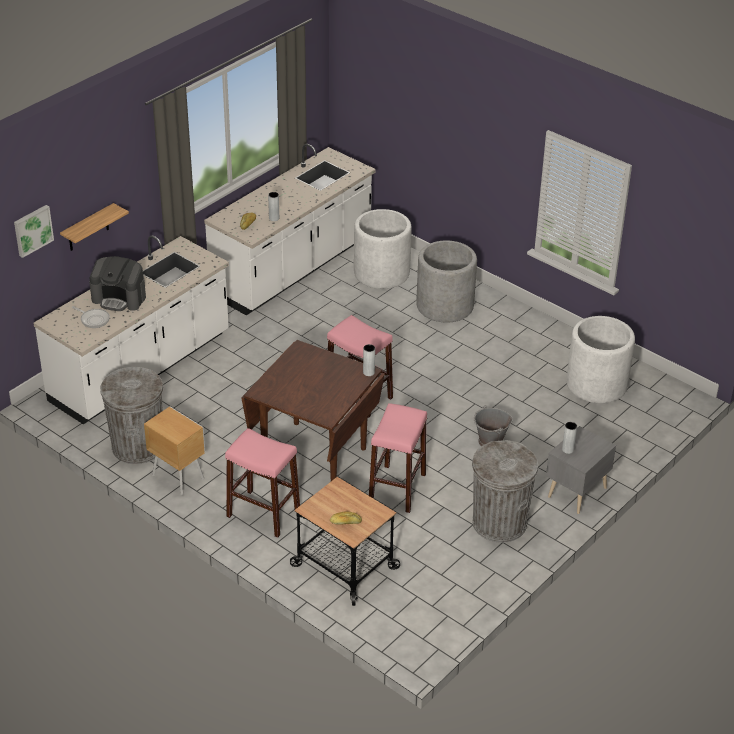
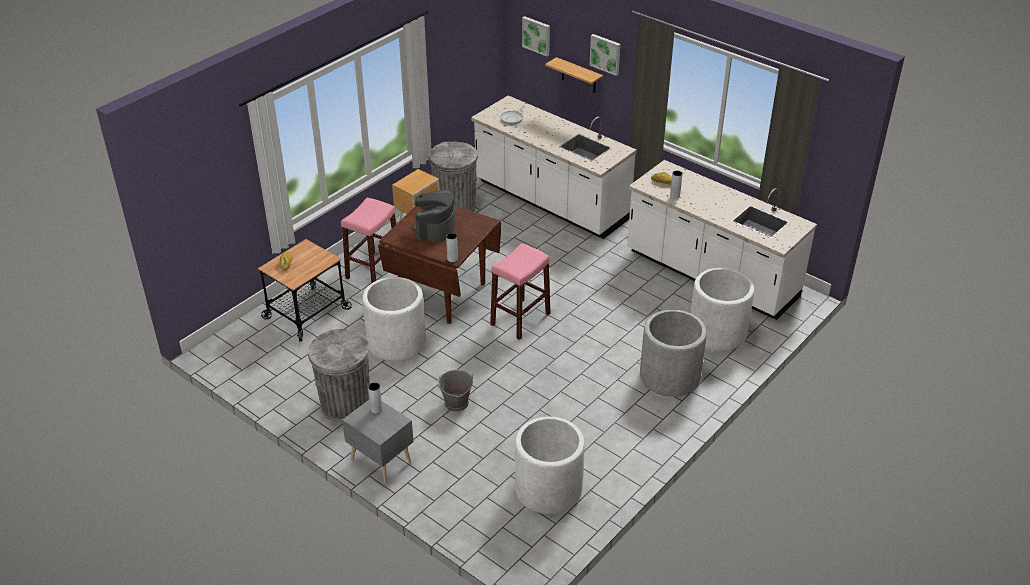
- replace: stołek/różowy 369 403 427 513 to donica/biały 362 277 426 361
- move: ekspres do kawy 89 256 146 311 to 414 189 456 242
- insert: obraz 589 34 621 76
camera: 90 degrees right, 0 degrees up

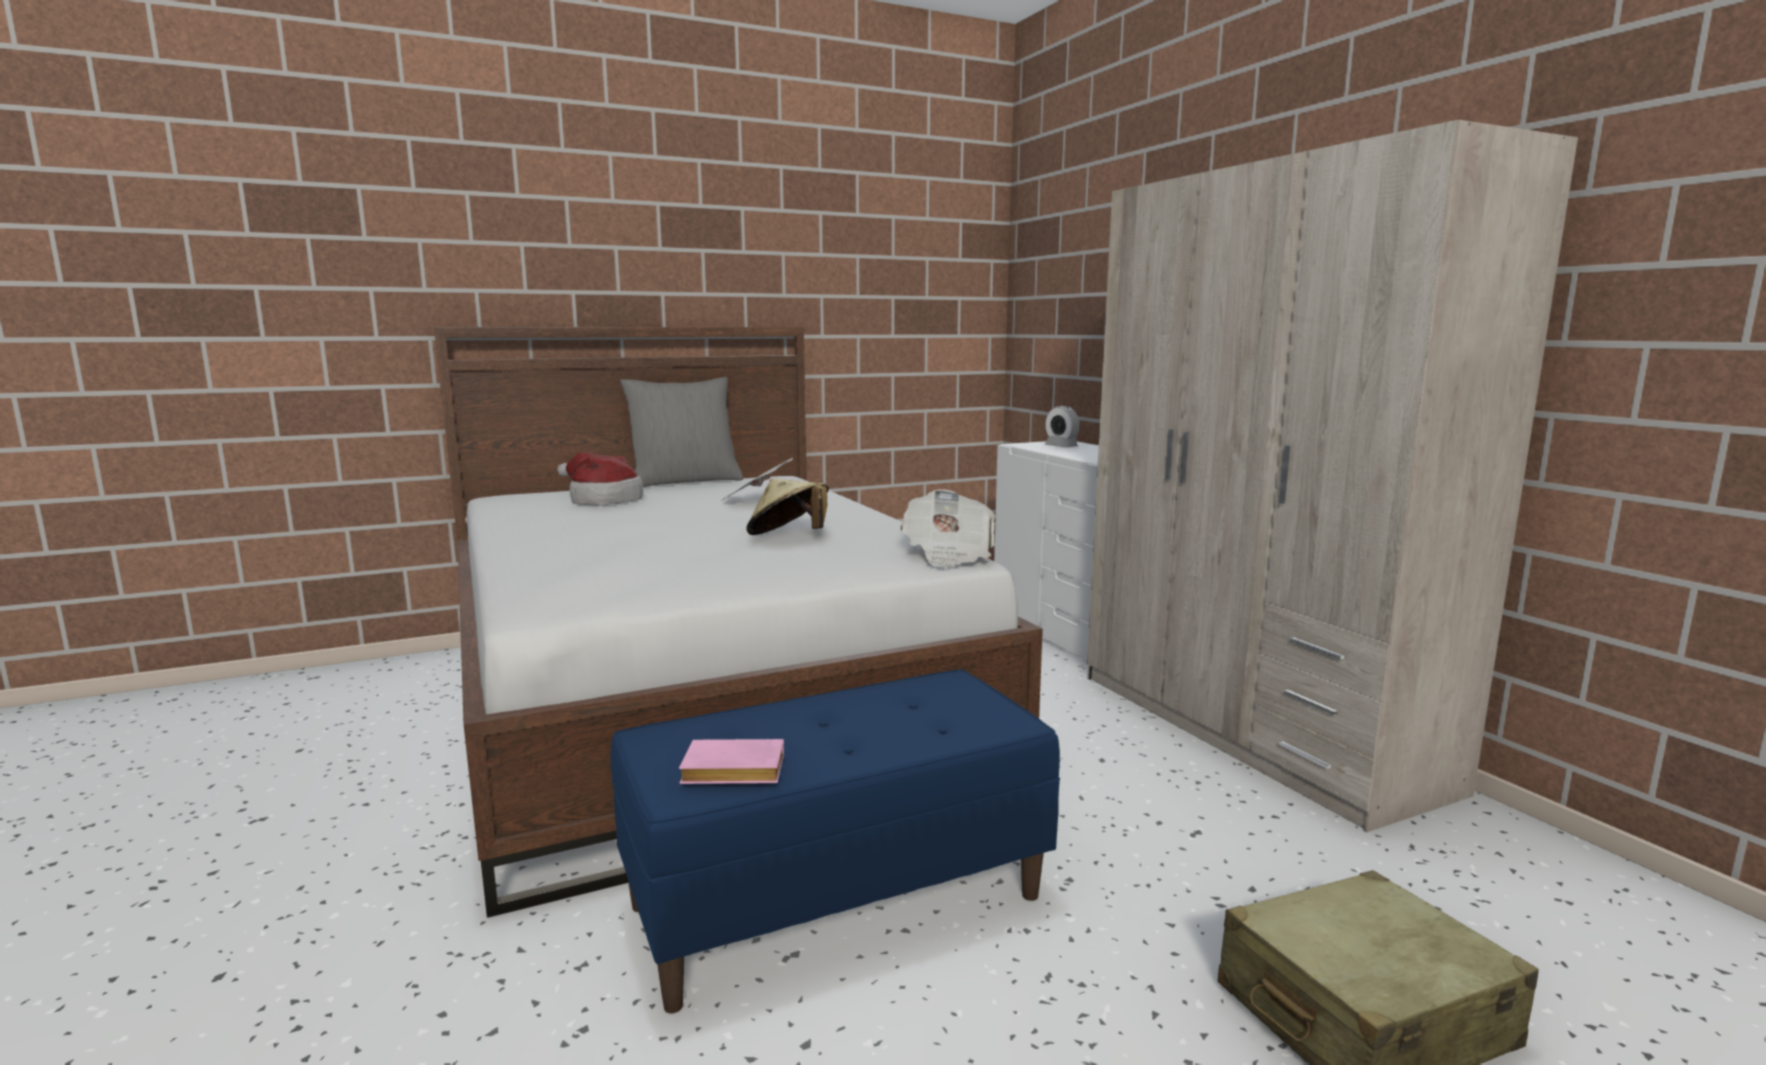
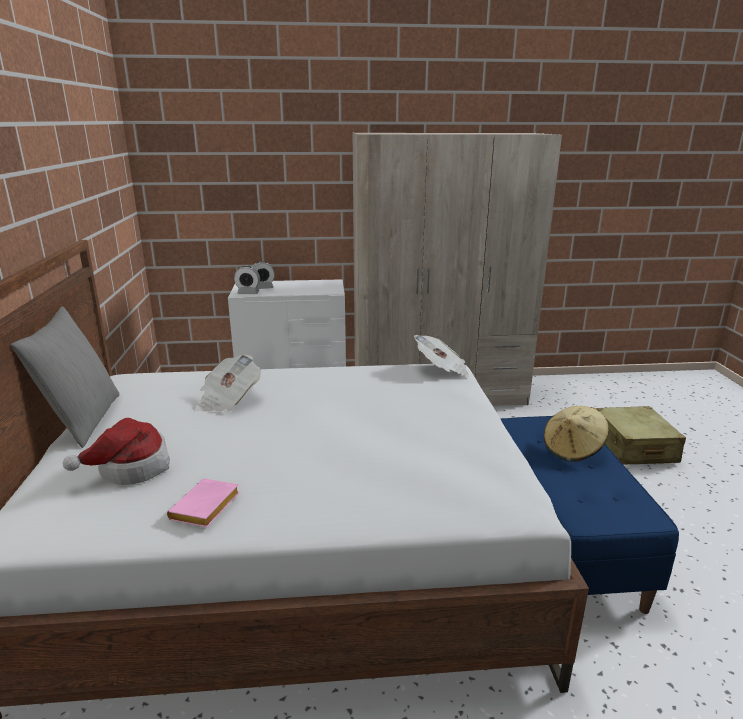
- move: książka/różowy 679 739 784 784 to 167 478 240 527
- insert: budzik 234 266 260 294
- move: kapelusz/beżowy 746 479 829 535 to 544 406 609 462
camera: 70 degrees left, 10 degrees up

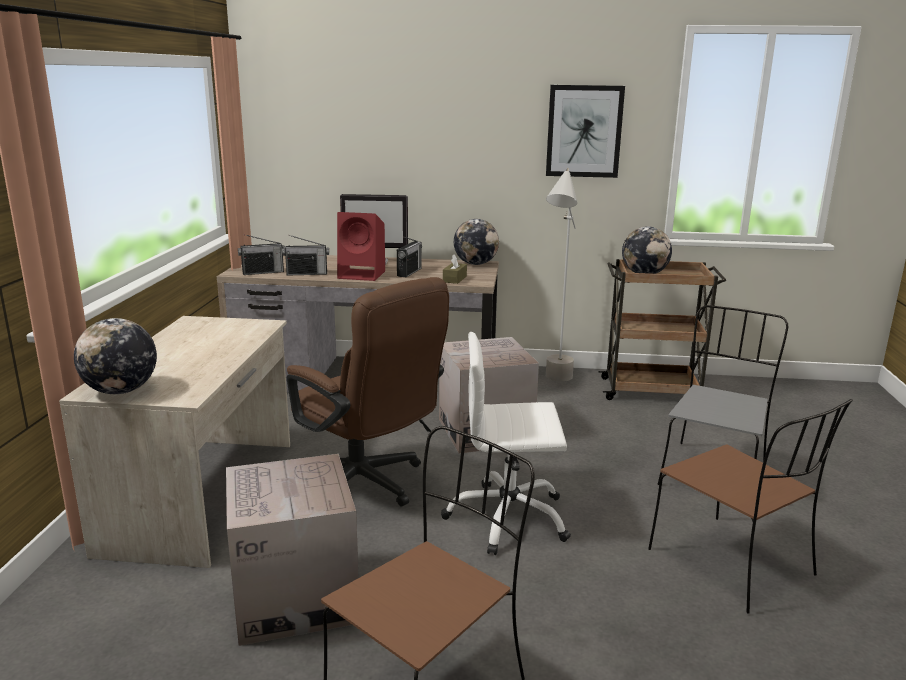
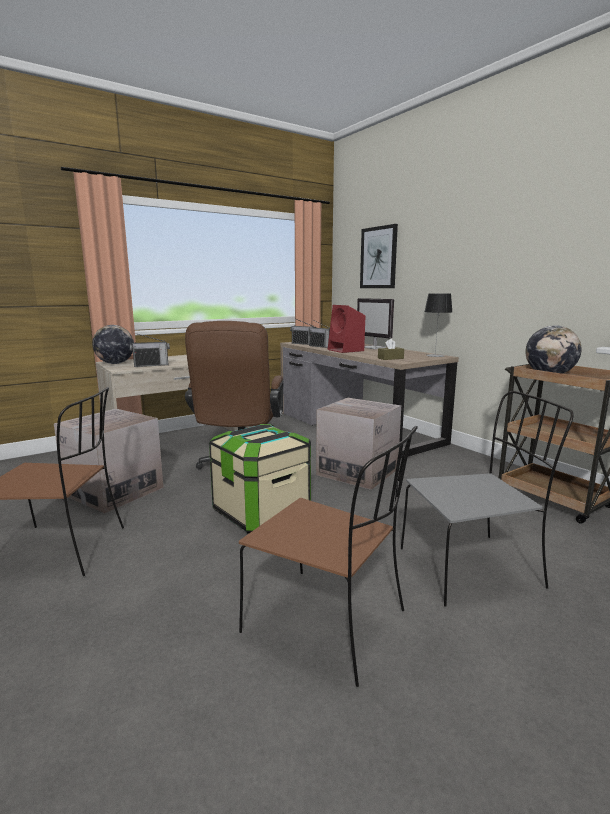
- move: radio 397 237 422 278 to 130 333 170 367
- replace: krzesło biurowe/biały 441 332 571 555 to pojemnik do przechowywania 209 424 311 534
- rotate: krzesło/brązowy 648 399 853 613 = 239 426 418 687 75 degrees counterclockwise
- move: obraz 546 85 625 178 to 360 224 398 288
- replace: globus 454 219 499 265 to lampa stołowa 425 293 452 357
- delete: lampa stojąca/szary 546 168 577 382
camera: 50 degrees right, 5 degrees down

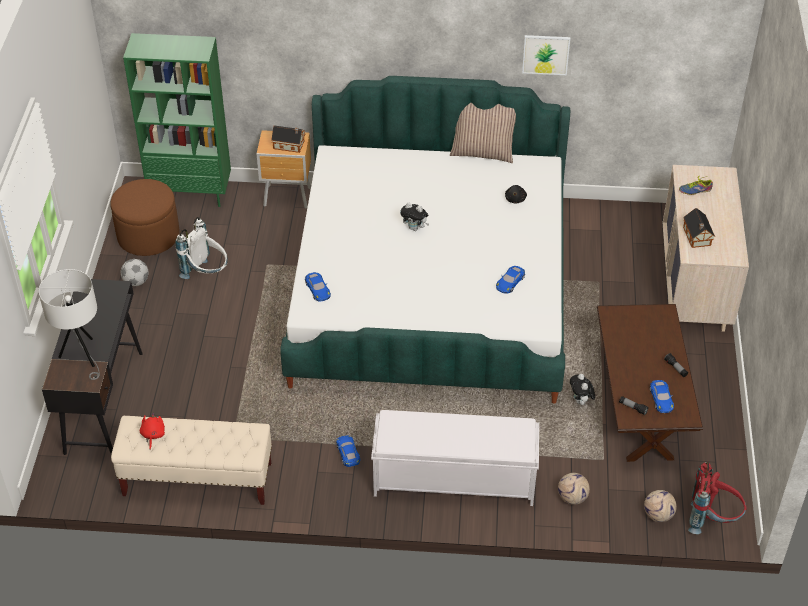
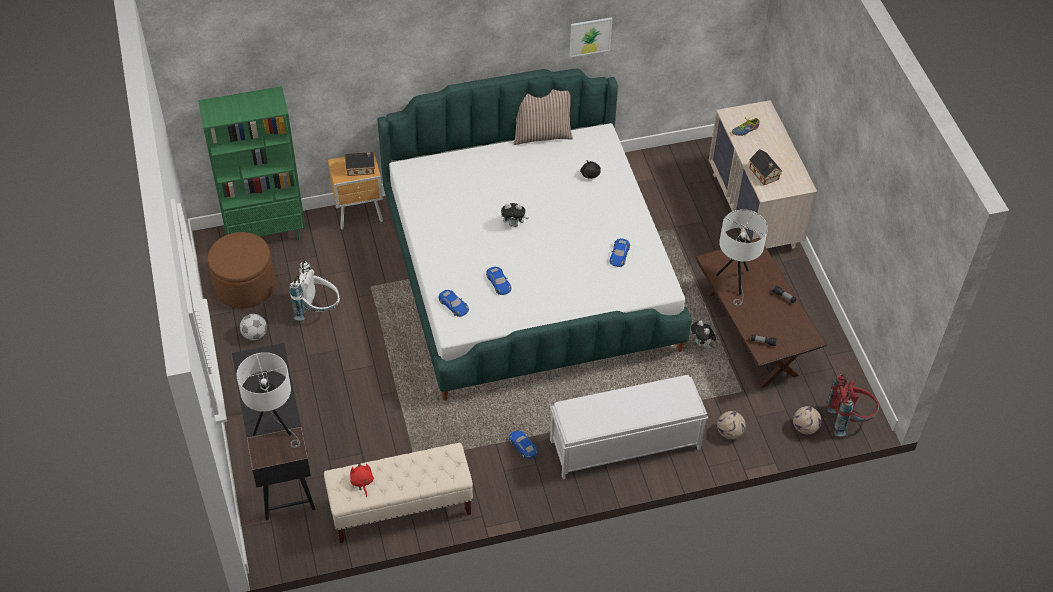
- move: samochodzik/niebieski 650 380 674 413 to 486 266 511 295
- insert: lampa stołowa/biały 716 209 768 306
camera: 20 degrees left, 5 degrees up

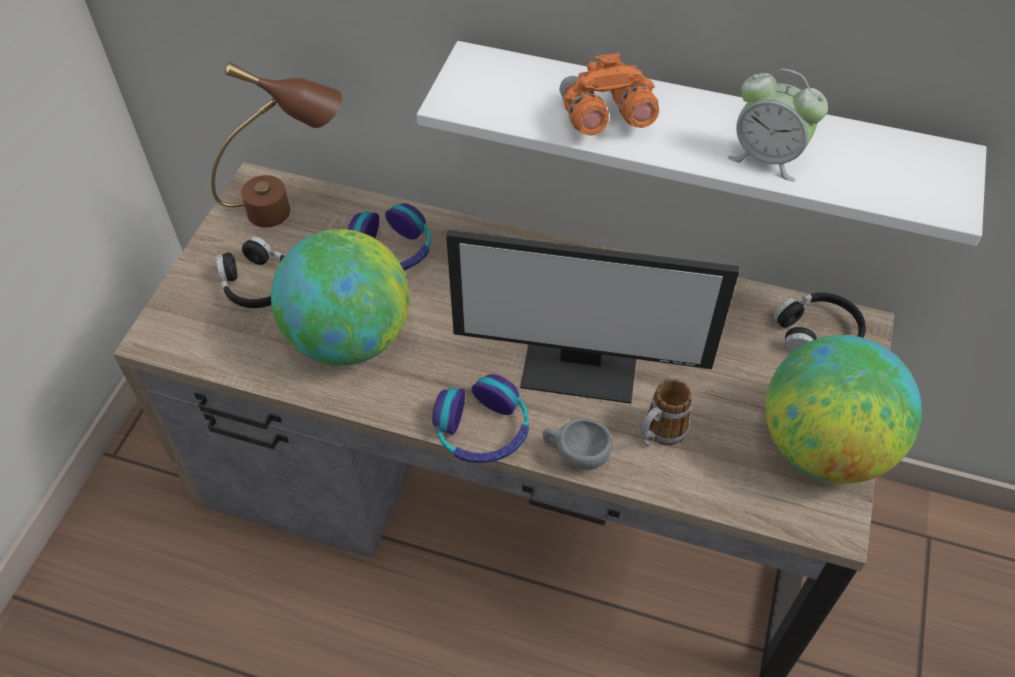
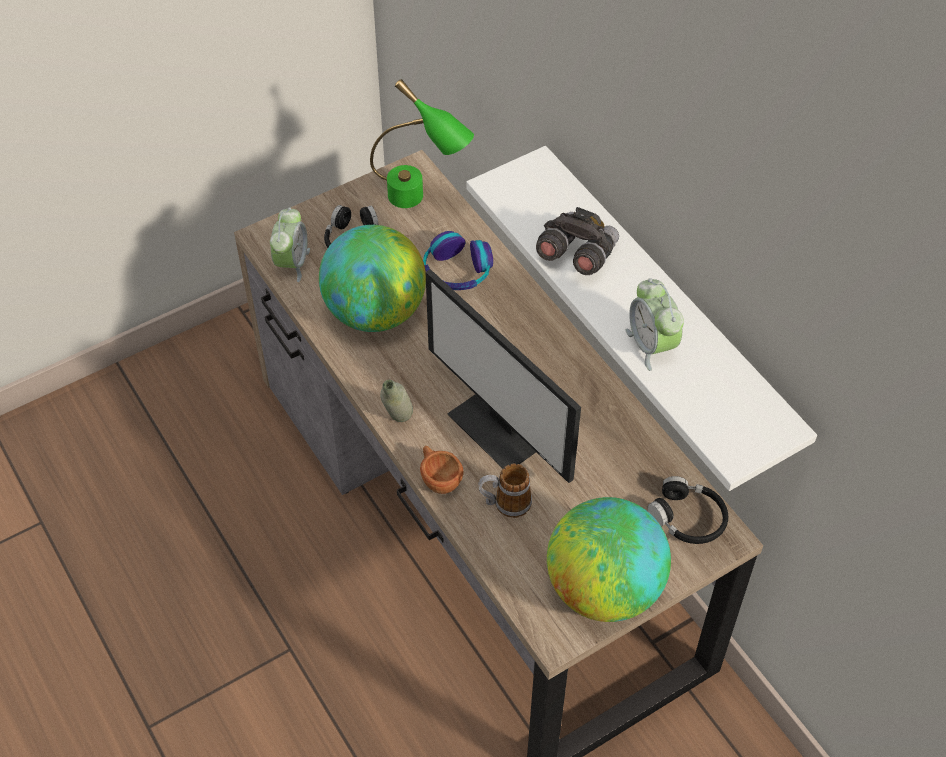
- insert: budzik 270 207 310 282
- recolor: lampa stołowa/brązowy 211 62 342 228 to lampa stołowa/zielony 370 79 474 208
- replace: słuchawki 432 374 529 463 to butelka/szary 380 380 413 422
- recolor: filiżanka/szary 543 418 612 470 to filiżanka/brązowy 420 446 464 494
- recolor: lornetka/pomarańczowy 559 53 659 136 to lornetka/szary 536 207 619 275
camera: 40 degrees right, 0 degrees up

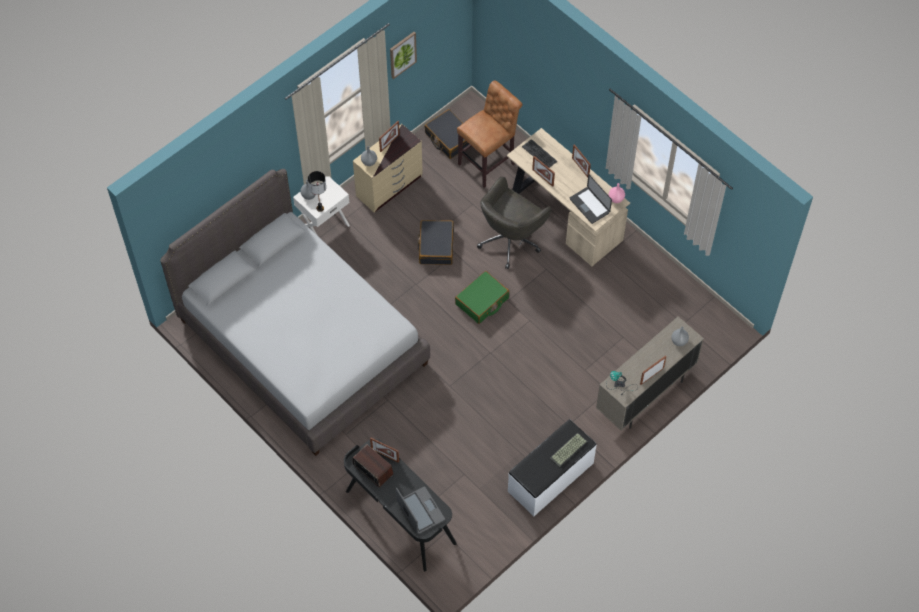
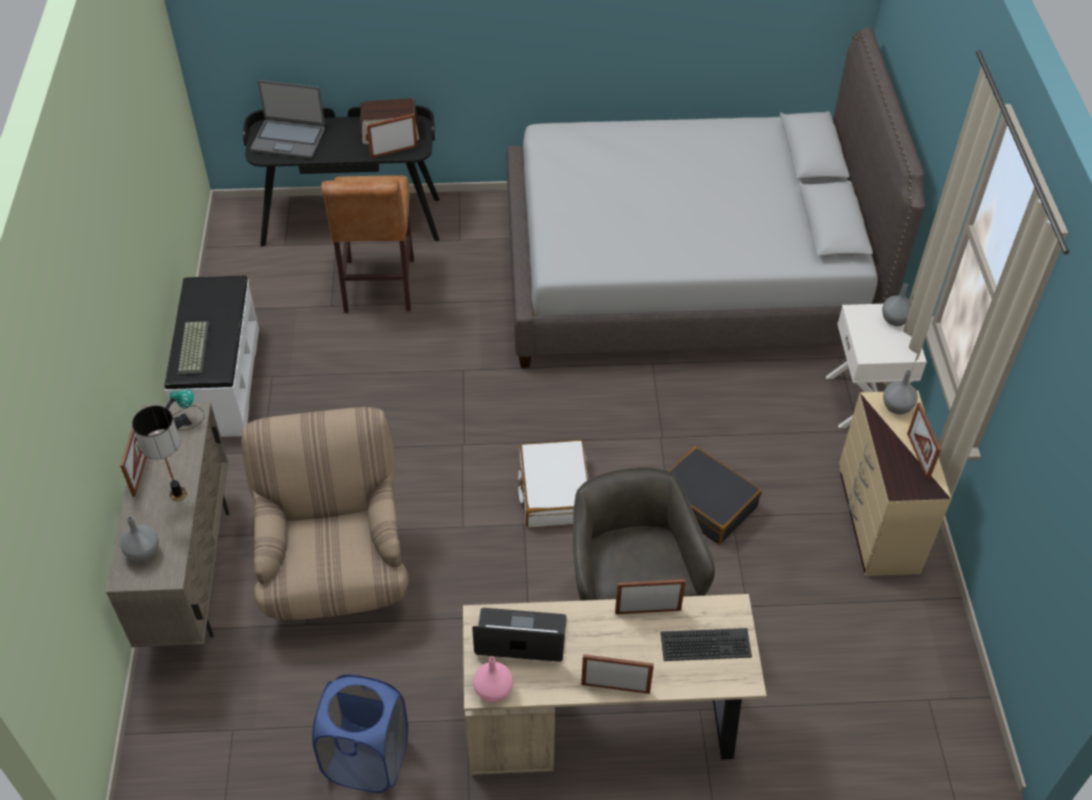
- move: lampa stołowa 308 171 326 212 to 132 406 187 501
- insert: fotel/beżowy 241 407 409 620
- insert: kosz na pranie/niebieski 312 674 408 793
- move: stołek/brązowy 457 80 523 188 to 321 175 414 313
- recolor: walizka/zielony 455 271 509 324 to walizka/biały 518 440 588 528
- delete: obraz 390 32 417 79
- delete: walizka/czarny 425 109 469 159
camera: 130 degrees right, 10 degrees down

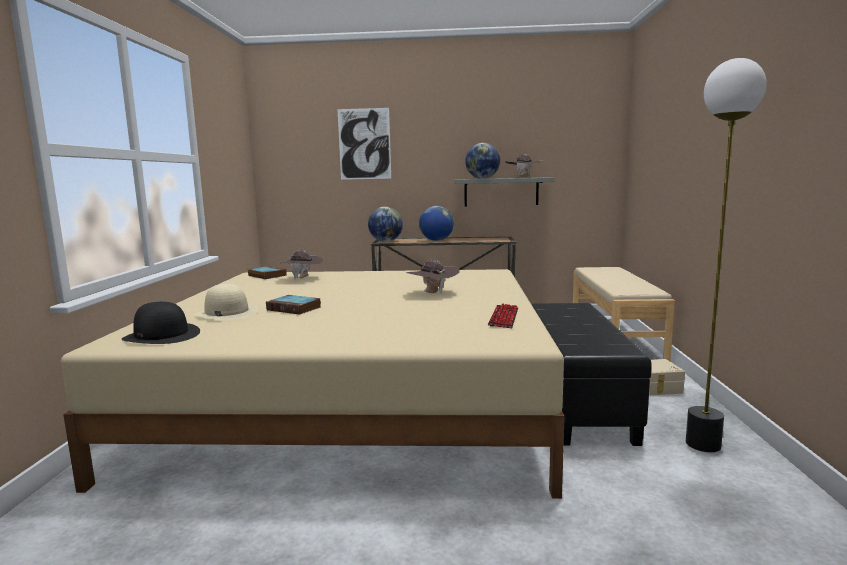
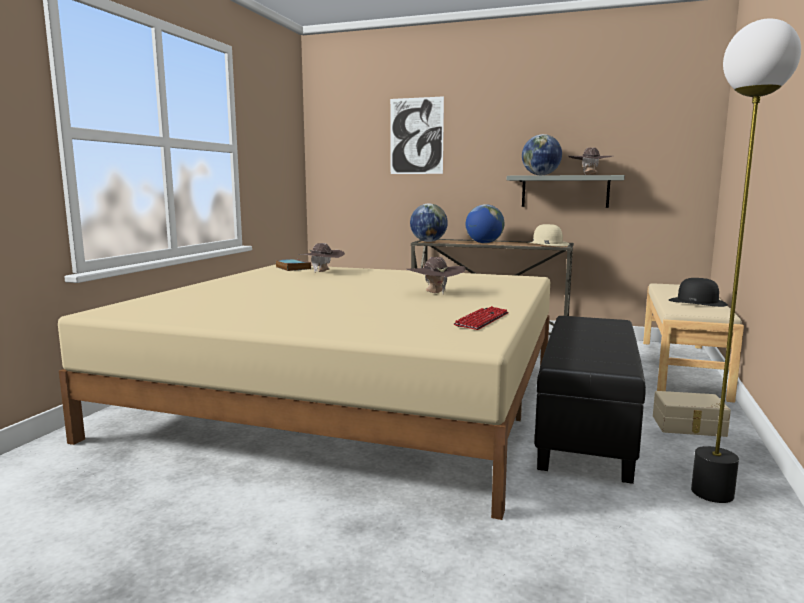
- move: kapelusz/beżowy 195 284 258 320 to 530 224 570 246
- move: kapelusz/czarny 121 302 200 344 to 669 278 728 307
- delete: książka 266 295 321 315
camera: 15 degrees right, 0 degrees up

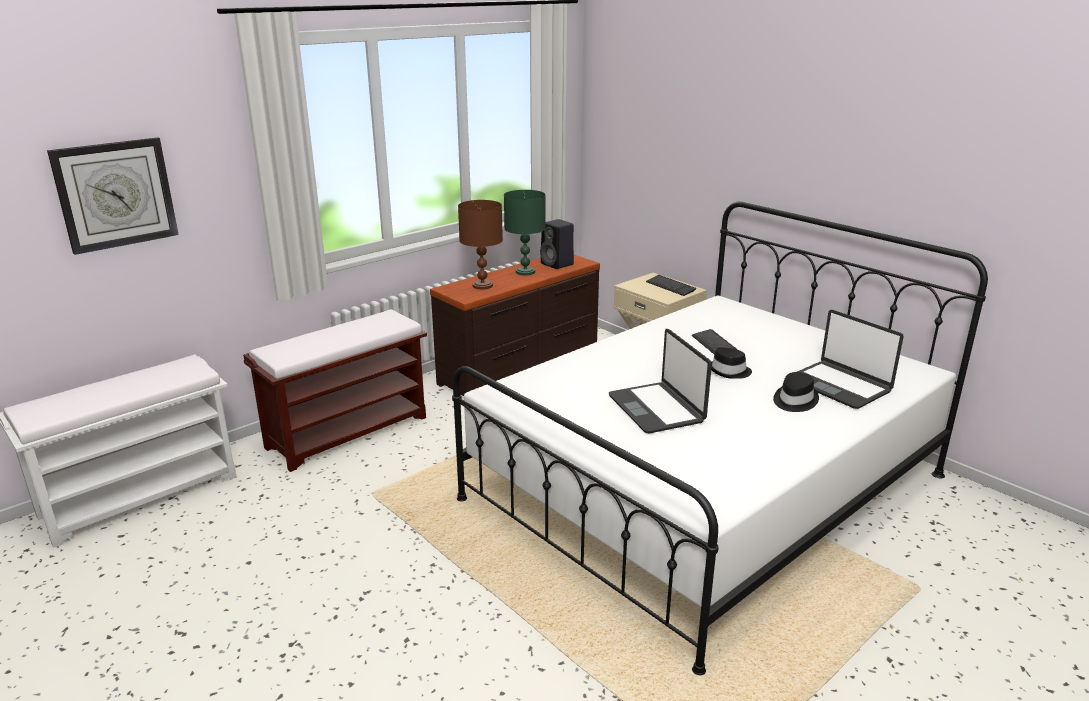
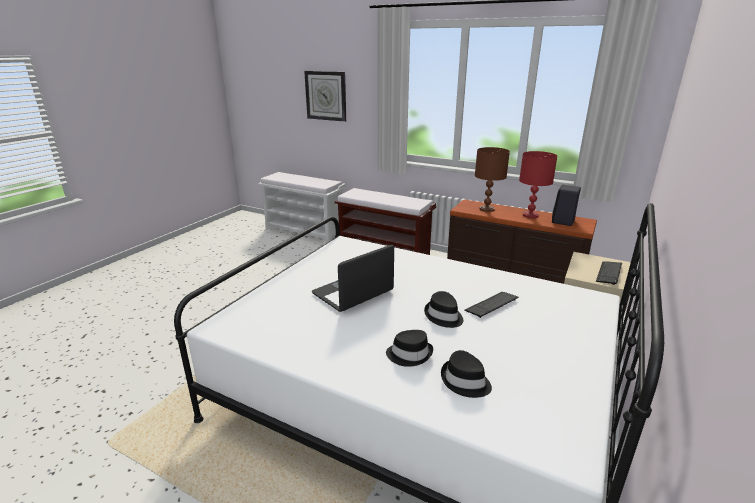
- replace: laptop 797 310 904 409 to kapelusz/czarny 441 350 492 398
- recolor: lampa stołowa/zielony 504 190 546 275 to lampa stołowa/czerwony 519 151 557 218
camera: 70 degrees right, 0 degrees up

